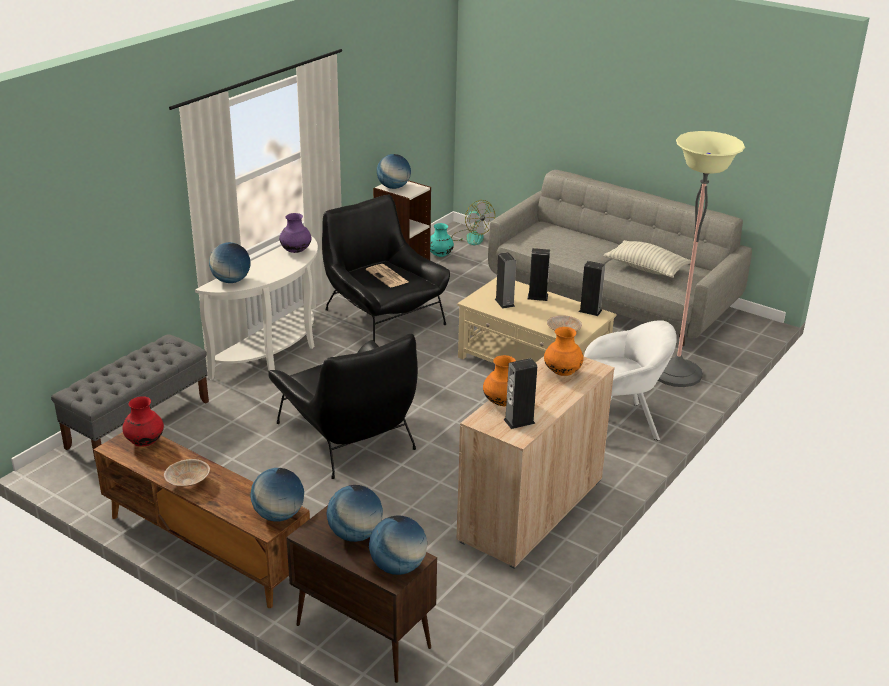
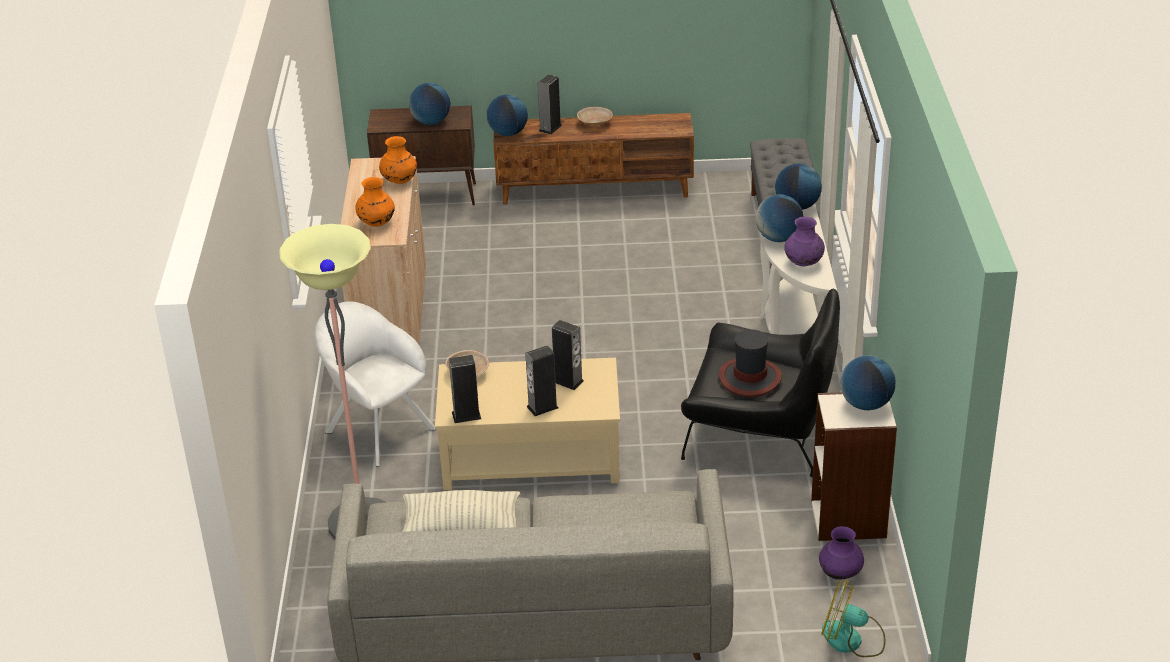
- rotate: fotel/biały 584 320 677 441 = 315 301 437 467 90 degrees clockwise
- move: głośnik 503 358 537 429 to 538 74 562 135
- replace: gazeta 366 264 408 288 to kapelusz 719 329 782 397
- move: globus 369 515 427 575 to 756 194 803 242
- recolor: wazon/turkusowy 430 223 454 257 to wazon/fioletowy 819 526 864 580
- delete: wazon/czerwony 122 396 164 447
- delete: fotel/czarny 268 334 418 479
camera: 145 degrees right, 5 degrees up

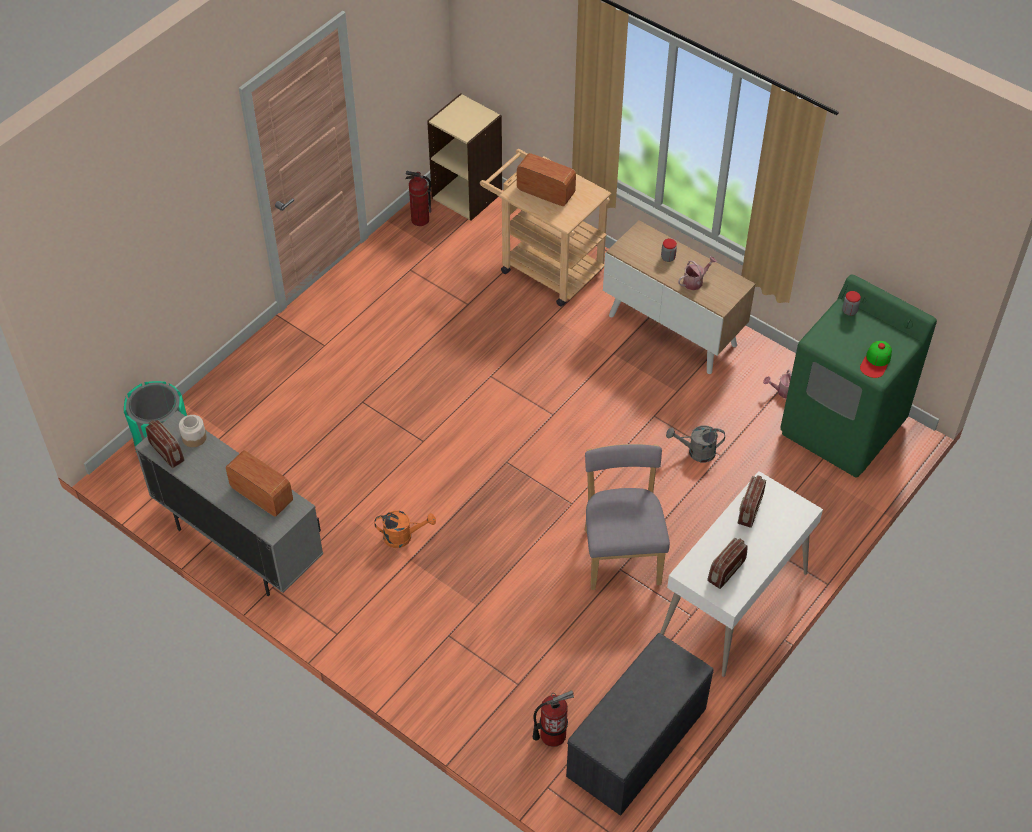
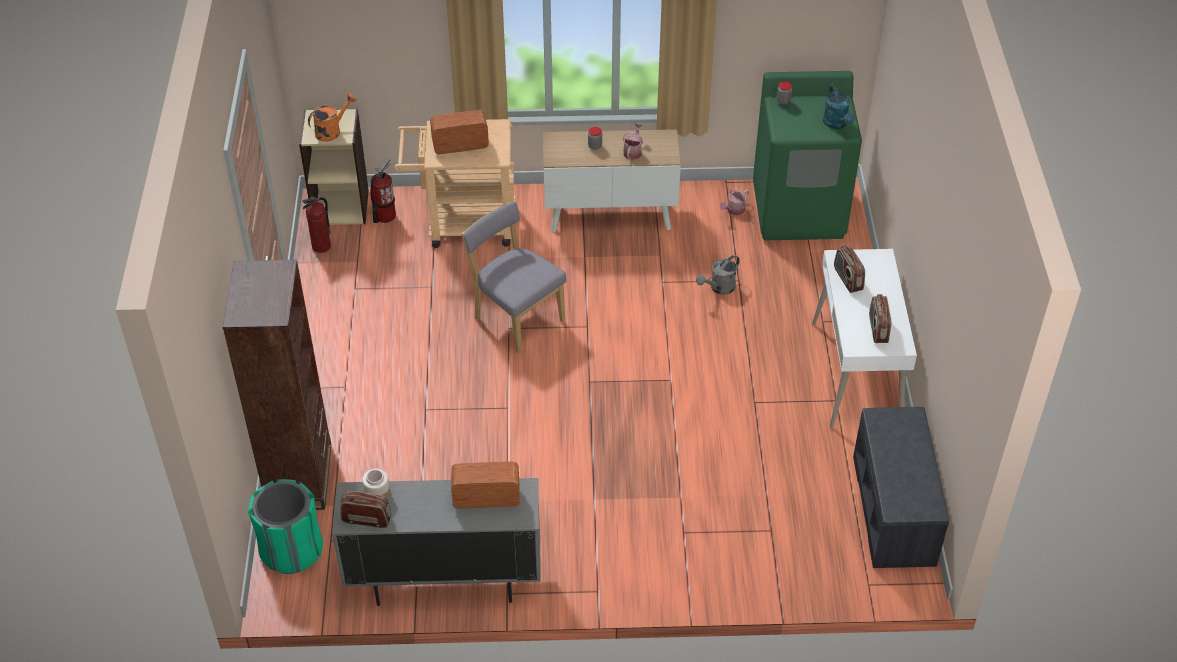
- insert: regał/brązowy 223 260 331 510
- move: konewka/pomarańczowy 374 510 436 548 to 308 93 356 142
- move: gaśnica 533 690 574 747 to 370 158 396 223
- move: krzesło/szary 585 444 670 590 to 461 202 566 354
- replace: czapka z daszkiem 860 341 892 378 to konewka/turkusowy 823 85 855 129
camera: 40 degrees left, 5 degrees down

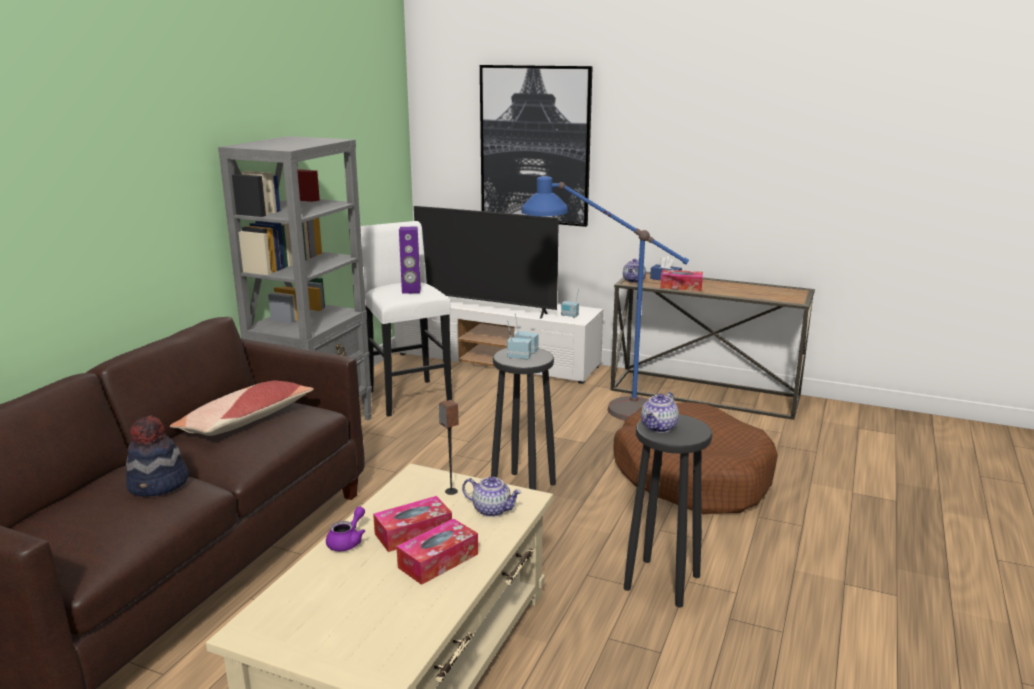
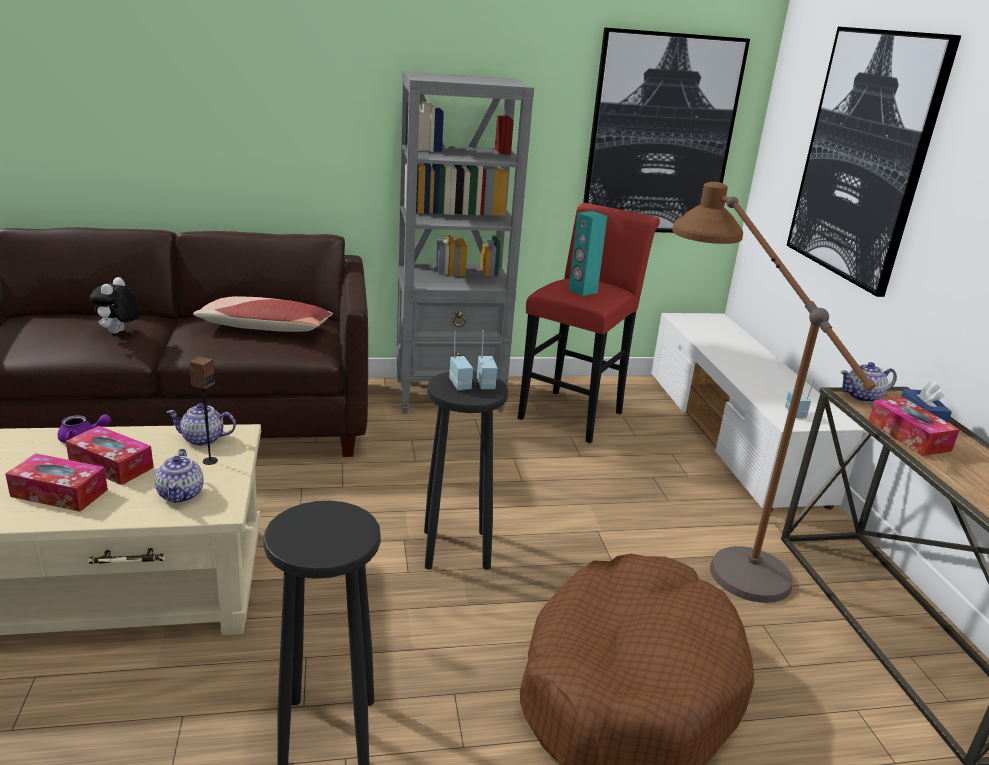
- replace: kapelusz 126 415 189 497 to pluszak 90 277 140 334
- move: imbryk 641 392 679 433 to 167 403 236 446
- recolor: stołek/biały 360 221 452 417 to stołek/czerwony 518 203 660 443
- recolor: głośnik/fioletowy 399 227 421 294 to głośnik/turkusowy 568 211 607 296
- insert: obraz 583 27 750 233
- recolor: lampa stojąca/niebieski 522 176 689 420 to lampa stojąca/brązowy 673 182 876 603
- delete: telewizor 414 206 559 319
camera: 55 degrees right, 5 degrees up

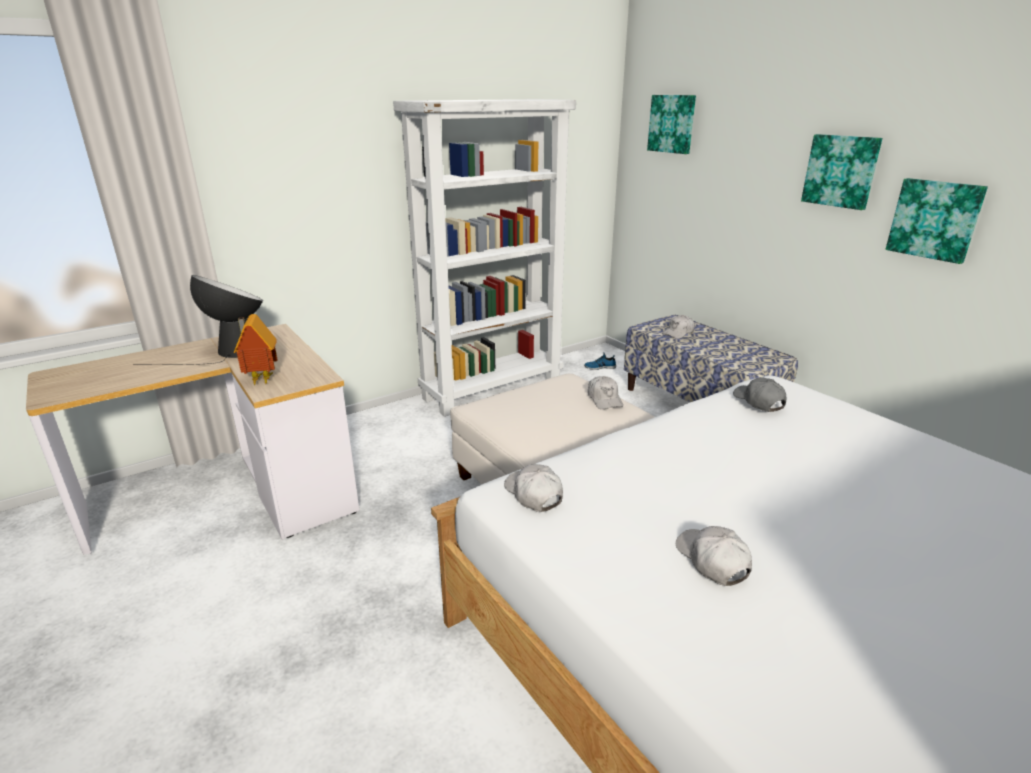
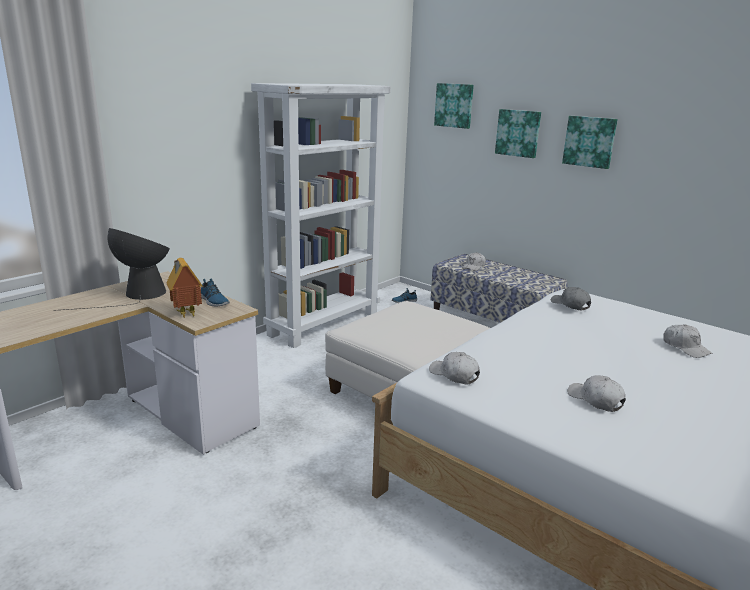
- insert: but 201 278 230 306
- move: obraz 886 178 988 264 to 495 109 541 158
- move: czapka z daszkiem/biały 588 376 623 409 to 663 324 713 358
camera: 15 degrees left, 5 degrees down

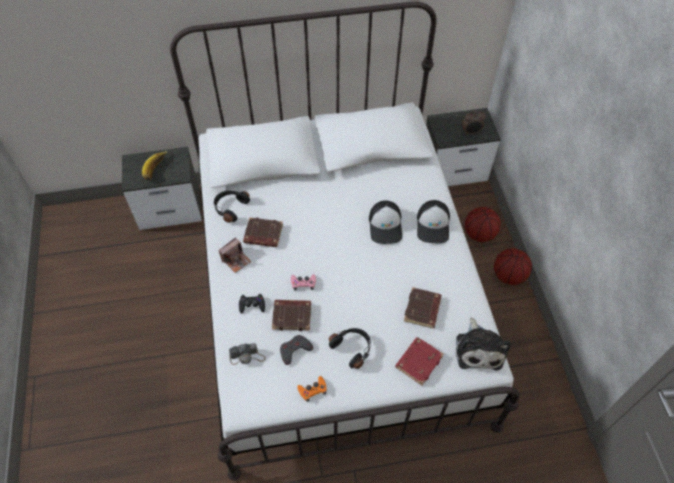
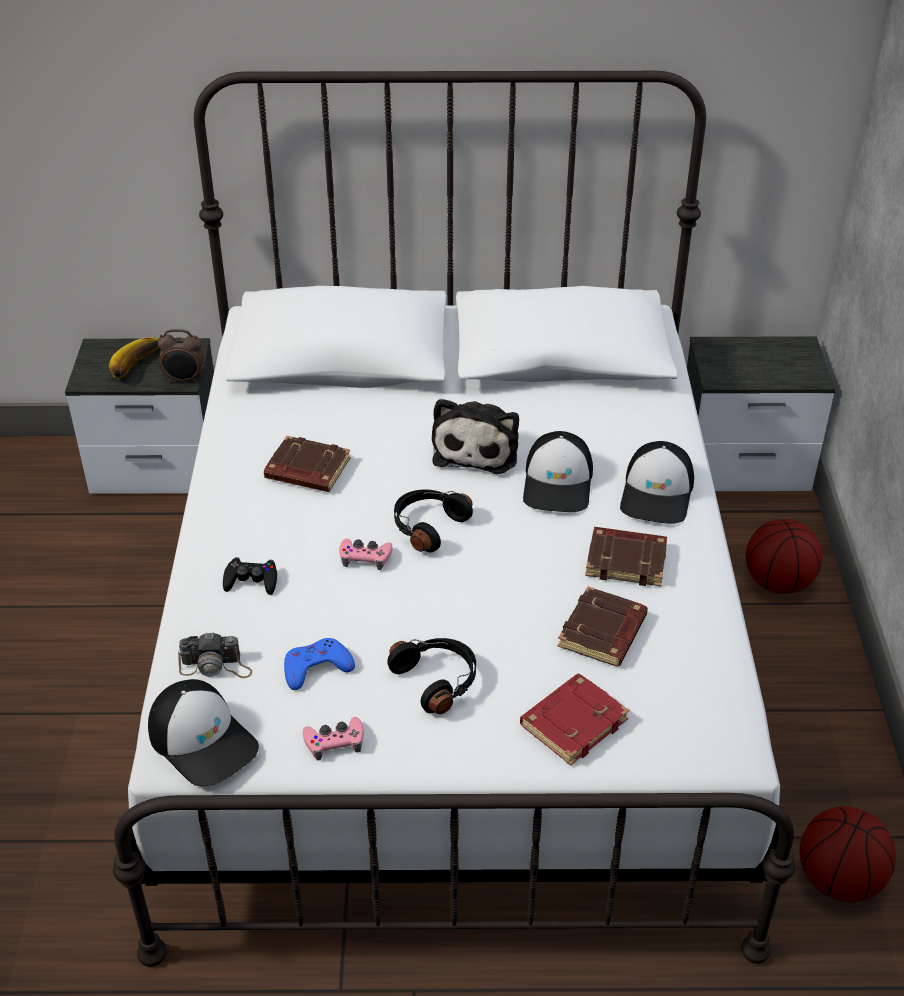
- insert: czapka z daszkiem 148 679 259 786
- move: budzik 462 111 486 135 to 158 329 204 383
- recolor: pad do gier/szary 280 335 313 365 to pad do gier/niebieski 284 638 355 690
- recolor: pad do gier/pomarańczowy 297 376 327 402 to pad do gier/różowy 303 717 364 760
- move: słuchawki/czarny 214 190 250 223 to 394 489 473 552
- move: pluszak 455 317 510 370 to 432 398 519 474
- move: książka/brązowy 272 300 311 331 to 585 527 667 587
- move: piłka do koszykówki 494 248 532 285 to 800 806 896 902
- delete: aparat fotograficzny 219 237 251 273
camera: 10 degrees right, 15 degrees down

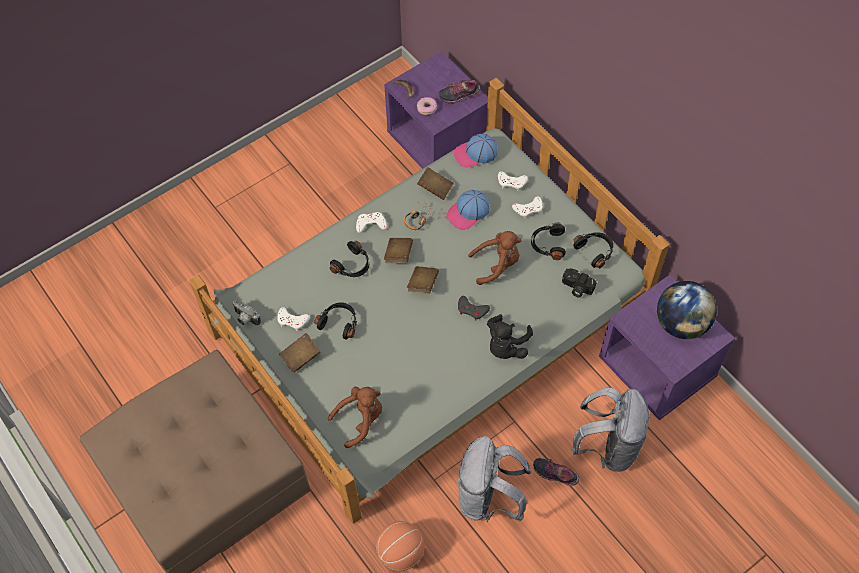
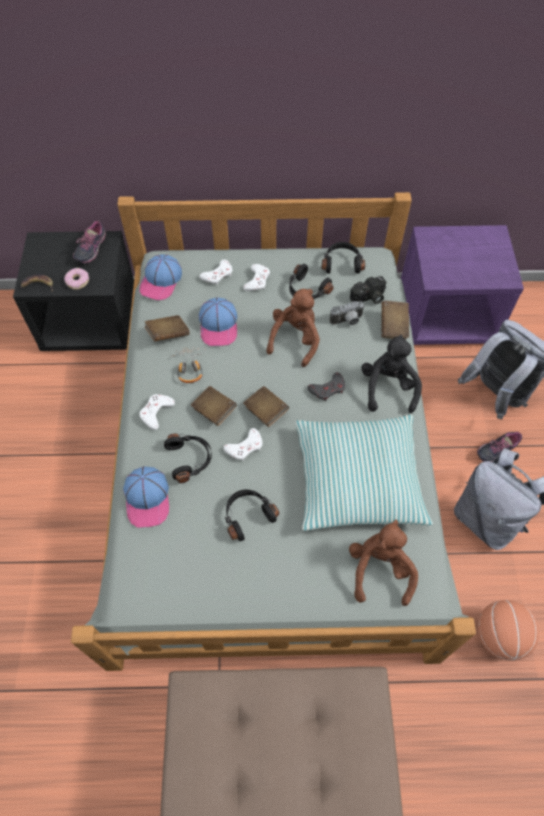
- recolor: szafka nocna/fioletowy 384 51 488 169 to szafka nocna/czarny 13 231 134 351
- insert: czapka z daszkiem 123 466 169 528
- move: pad do gier/biały 278 307 310 331 to 223 428 263 461
- insert: poduszka 295 415 433 531
- move: aparat fotograficzny 233 299 261 326 to 330 301 365 325
- rotate: pluszak/czarny 487 314 533 359 = 361 335 422 413 150 degrees counterclockwise
- move: książka/brązowy 279 333 320 373 to 381 301 409 339
- delete: globus 657 281 717 339
camera: 55 degrees left, 0 degrees up

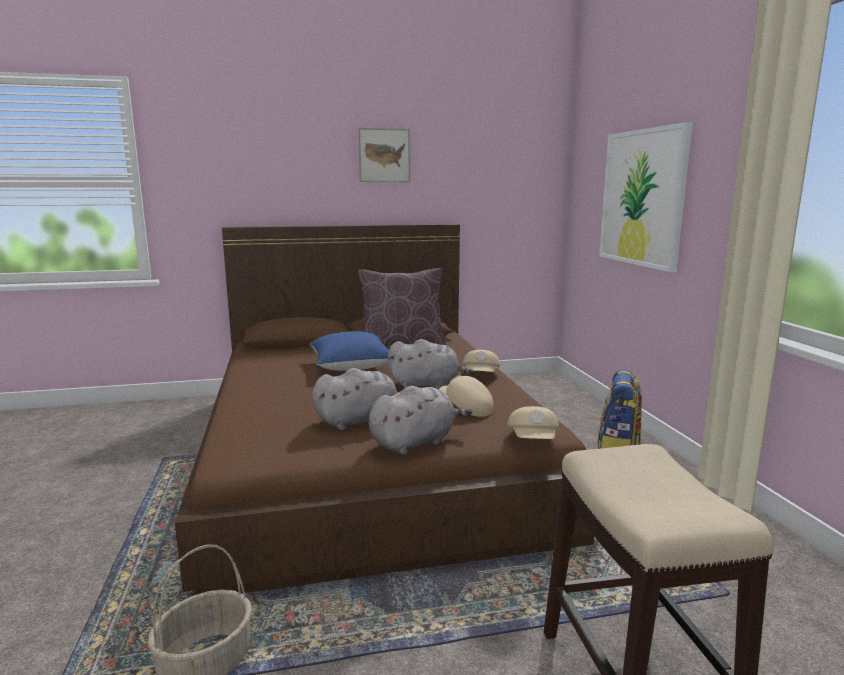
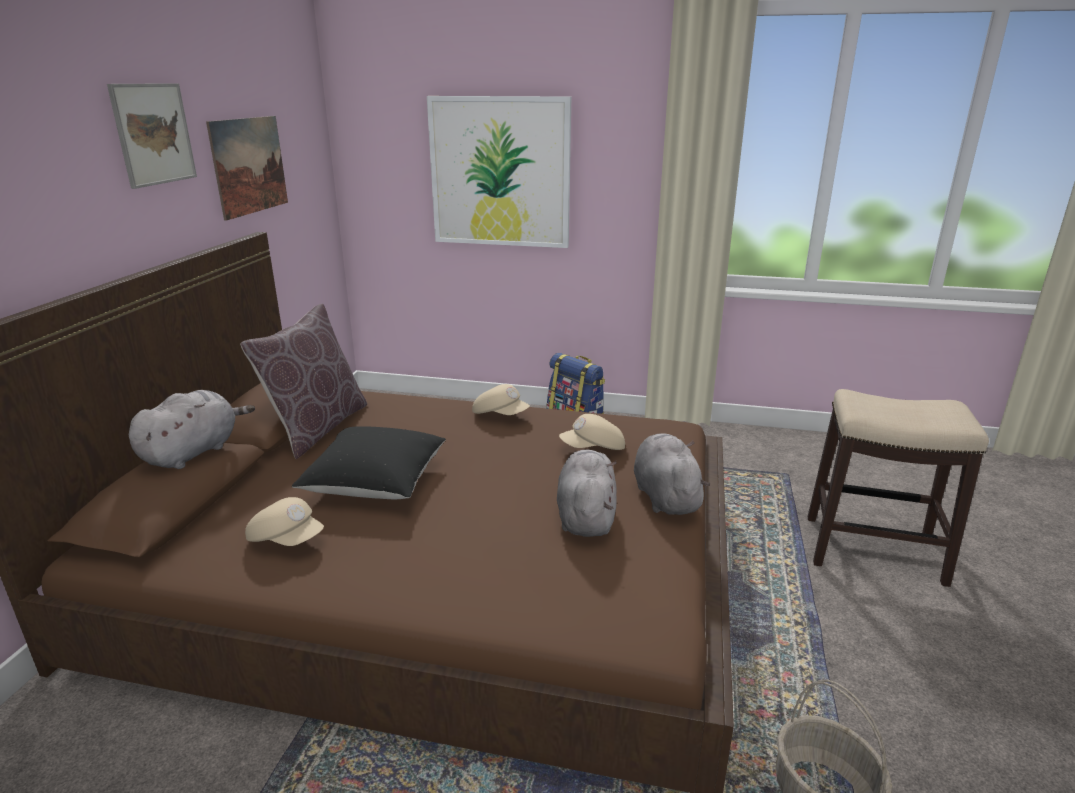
- move: pluszak/szary 388 339 474 389 to 129 390 255 469
- insert: obraz 206 116 288 221
- move: czapka z daszkiem/beżowy 507 406 559 439 to 245 497 324 546
- recolor: poduszka/niebieski 309 331 389 371 to poduszka/czarny 292 426 446 499
camera: 65 degrees left, 10 degrees up

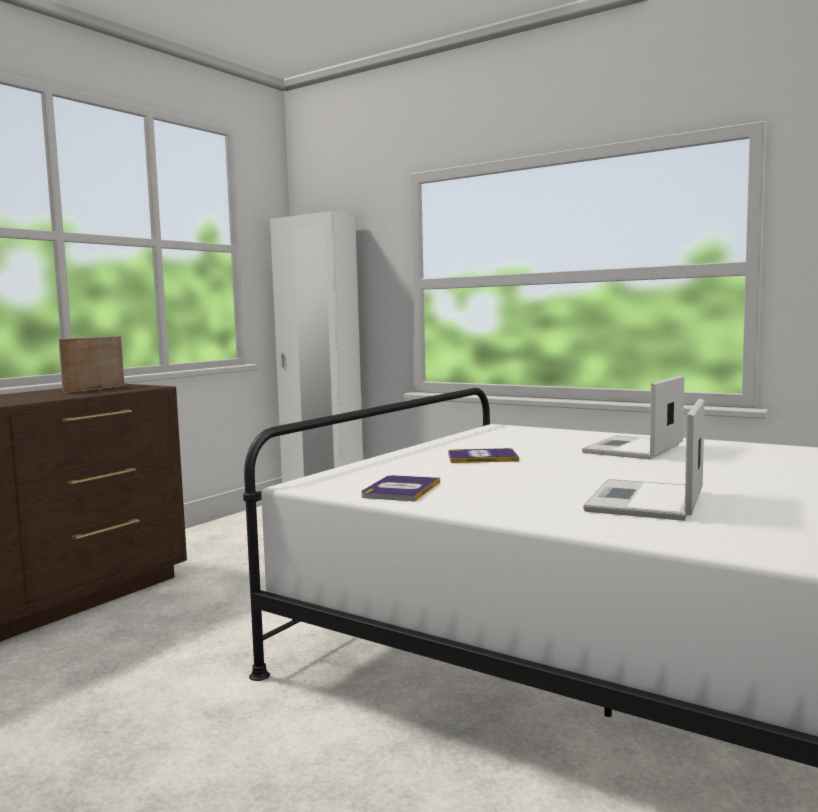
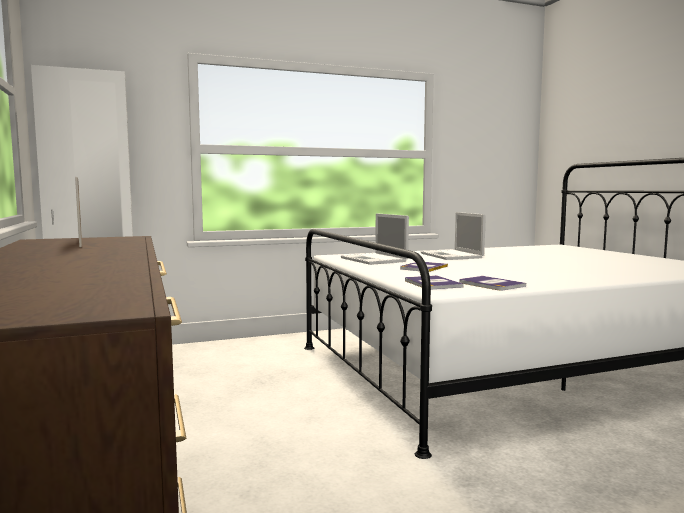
- move: laptop 583 399 705 521 to 341 213 409 265
- insert: książka 405 275 464 289
camera: 55 degrees left, 0 degrees up

